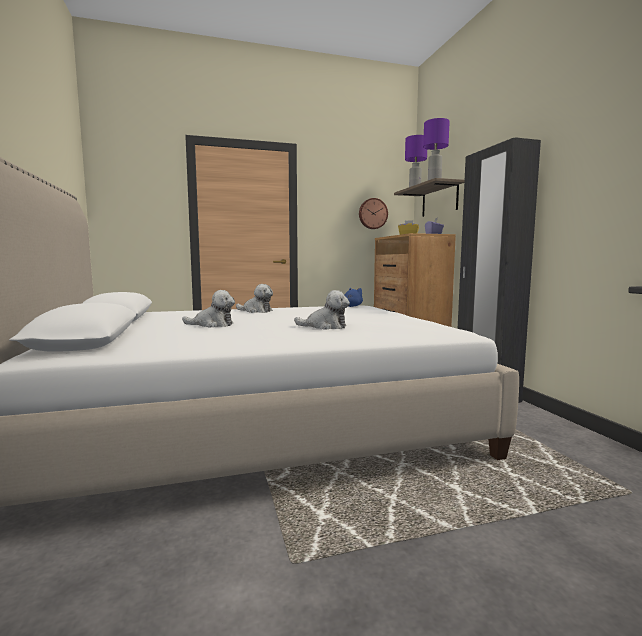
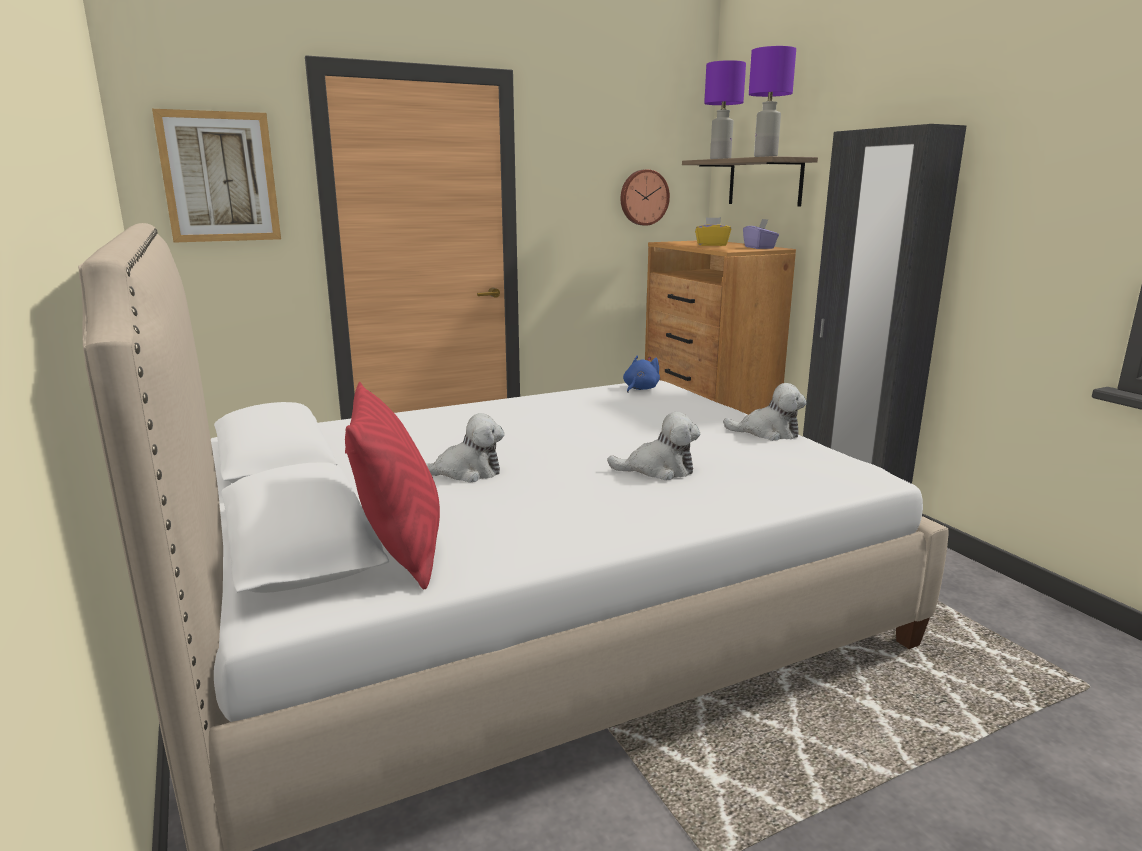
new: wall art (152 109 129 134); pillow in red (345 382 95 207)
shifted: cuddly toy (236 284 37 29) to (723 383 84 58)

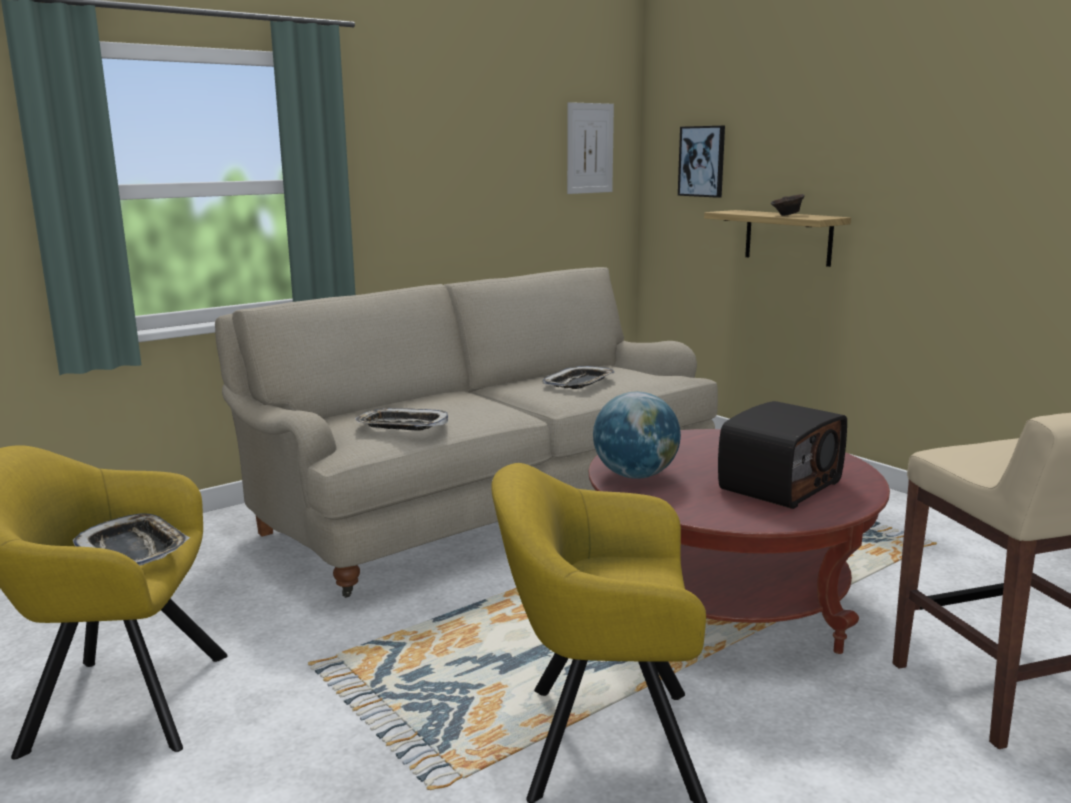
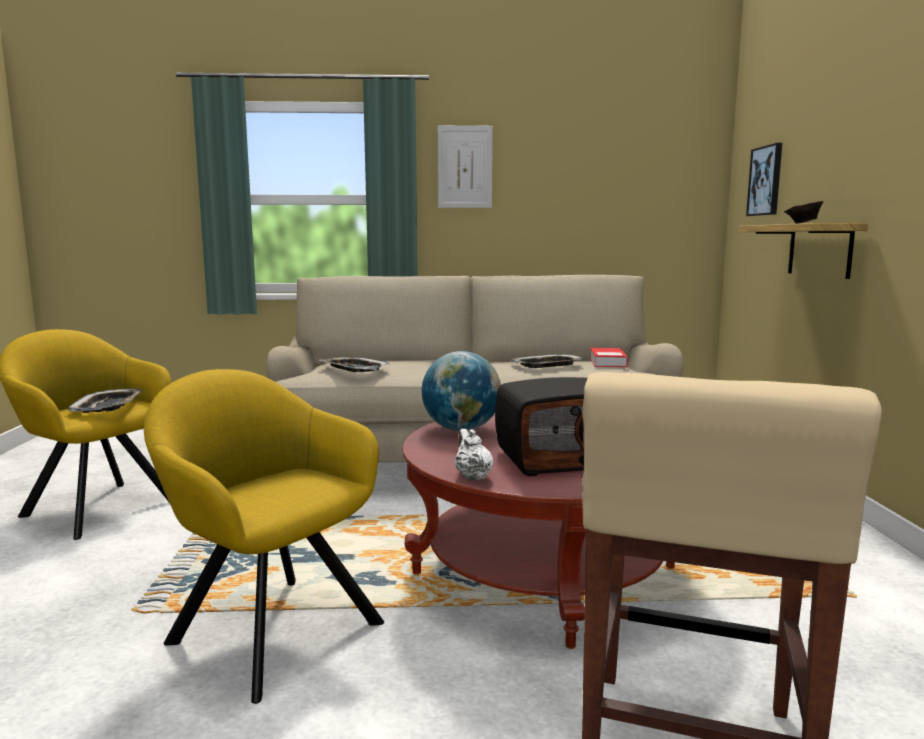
new: teapot in whitish (455 429 39 51); book (590 348 38 19)
shifted: wall art (567 102 47 92) to (438 125 55 83)

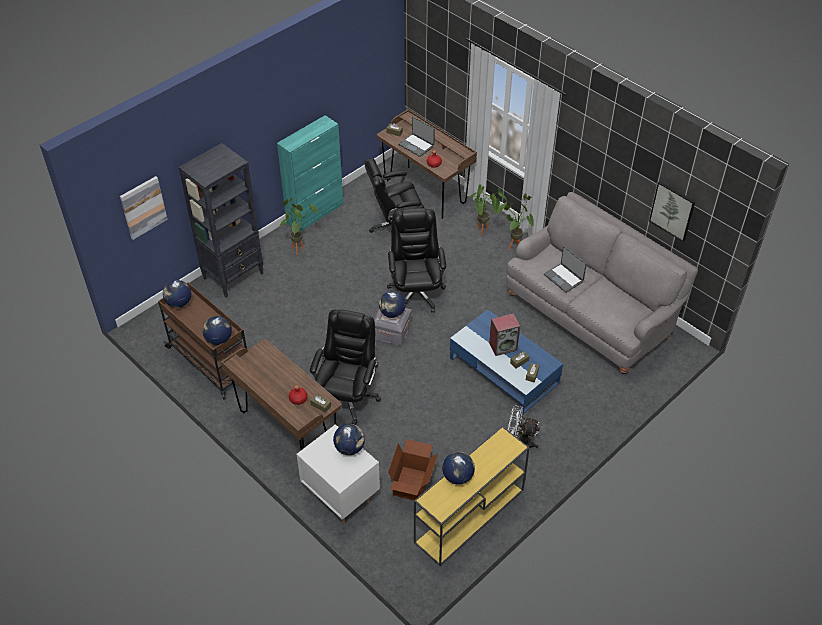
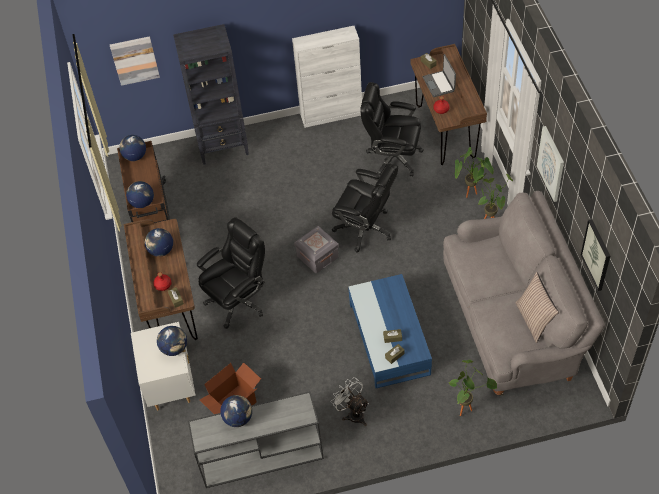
gone: loudspeaker (489 313 31 43); portable computer (544 246 43 47)
new: pillow (516 272 43 71); wall art (537 126 27 76)
shifted: potted plant (280 198 38 57) to (448 360 49 56); globe (379 291 27 27) to (145 228 28 29)
repainted: cabinet in turquoise (277 115 66 116) to cabinet in whitish (292 26 70 102); console table in yellow-coloured (414 426 116 140) to console table in grey (188 391 136 97)
rotated: computer chair in blackish (387 208 59 105) = (332 164 66 89) 90 degrees clockwise

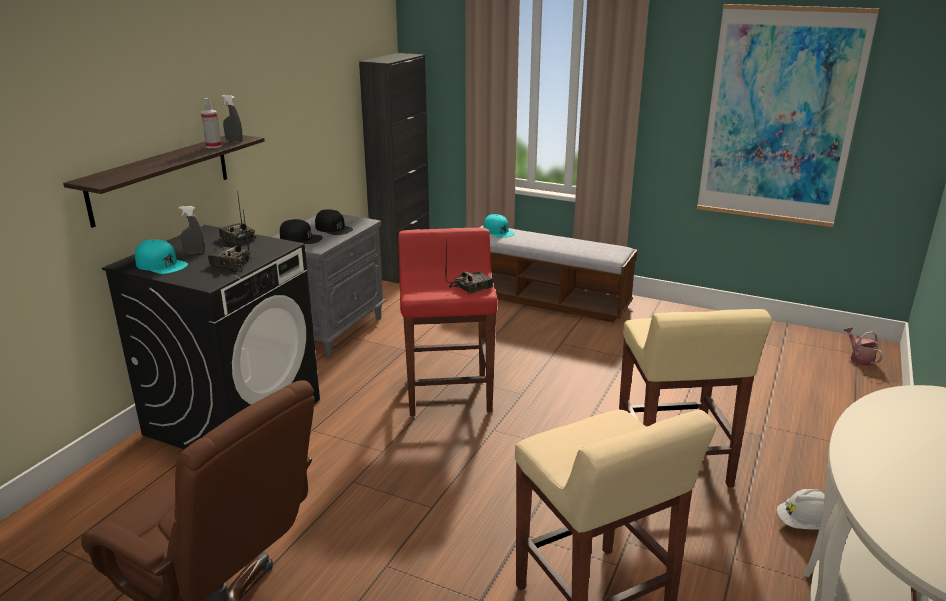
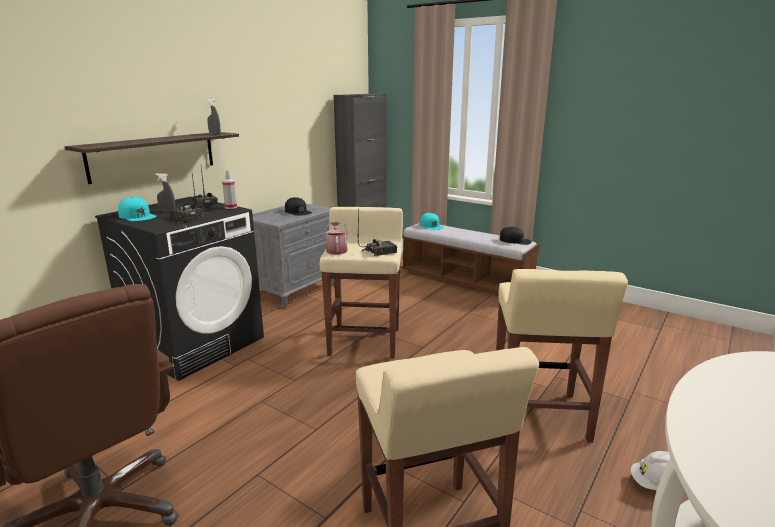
gone: wall art (697 4 182 223)
shifted: hand sprayer (201 98 21 50) to (222 170 15 39); peaked cap in blackish (280 219 42 25) to (500 227 32 18); sprinkling can (844 327 39 39) to (324 221 24 34)
repainted: sitting stool in red (398 228 99 188) to sitting stool in beige (320 207 83 151)

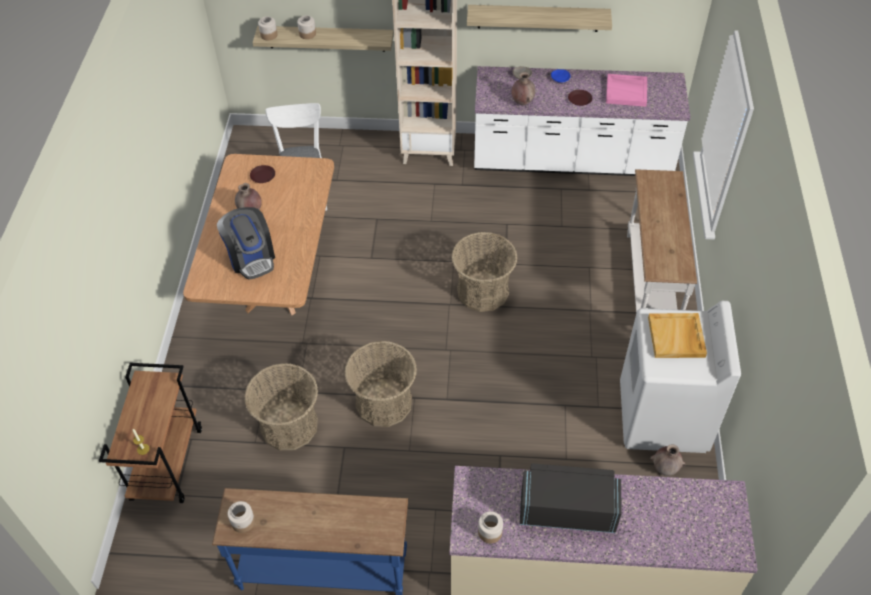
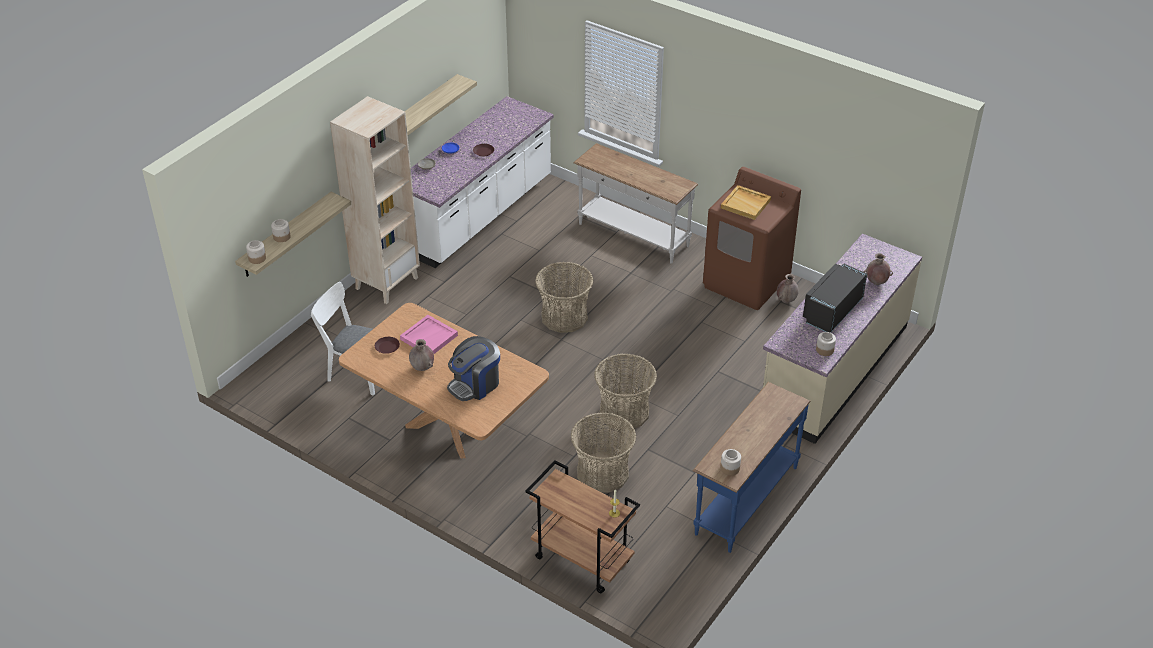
shifted: decorative vase in brownish (511 72 25 34) to (864 253 29 32); carrying tray in pink (606 74 41 33) to (400 315 58 39)
repainted: washing machine in whitish (620 301 121 152) to washing machine in brownish (703 167 98 143)
rotated: coffee machine (217 207 58 73) = (447 336 53 65) 135 degrees clockwise

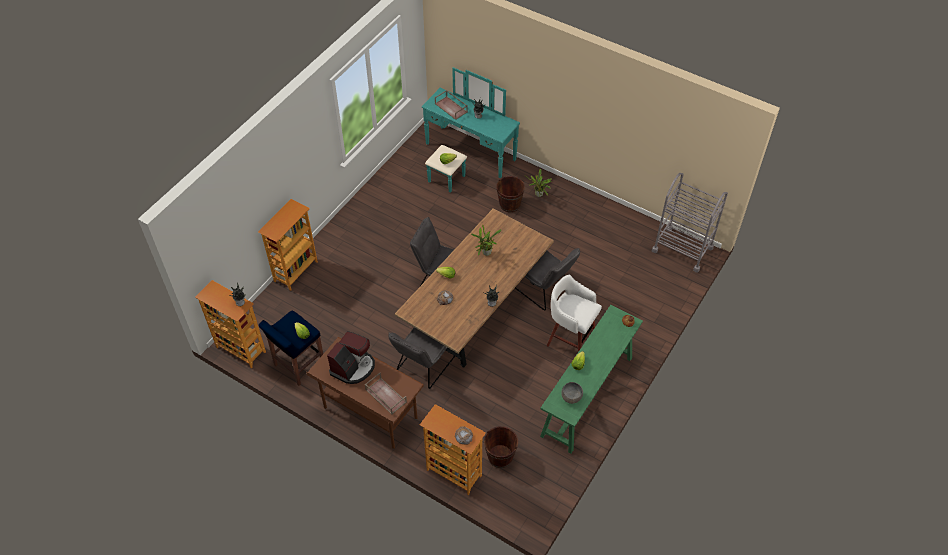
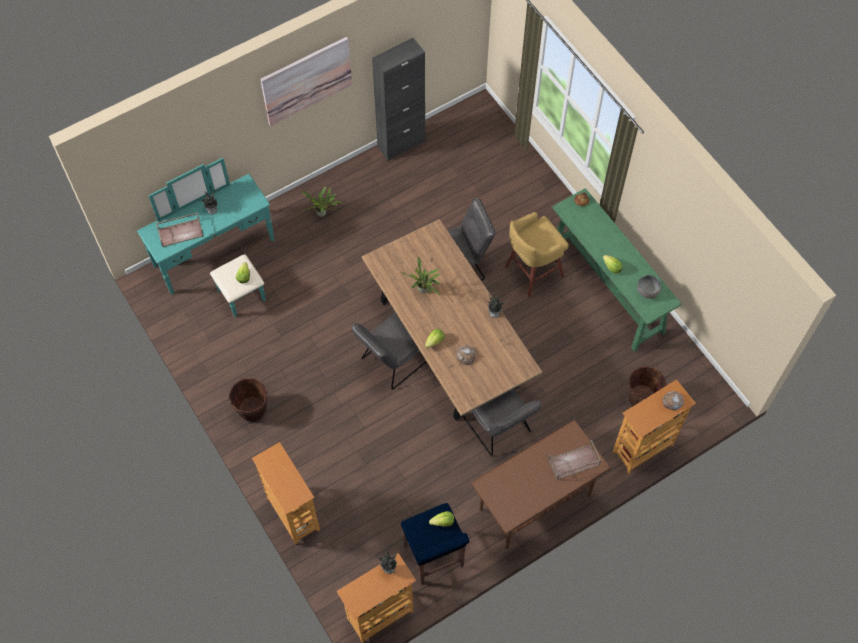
gone: coffee machine (327 331 48 53); trolley in grey (652 173 76 100)
new: wall art (260 37 92 89); cabinet in blackish (372 38 53 123)
shifted: pail in brownish (497 176 28 36) to (229 378 39 44)
repainted: sitting stool in whitish (547 275 55 77) to sitting stool in yellow-coloured (505 212 64 85)

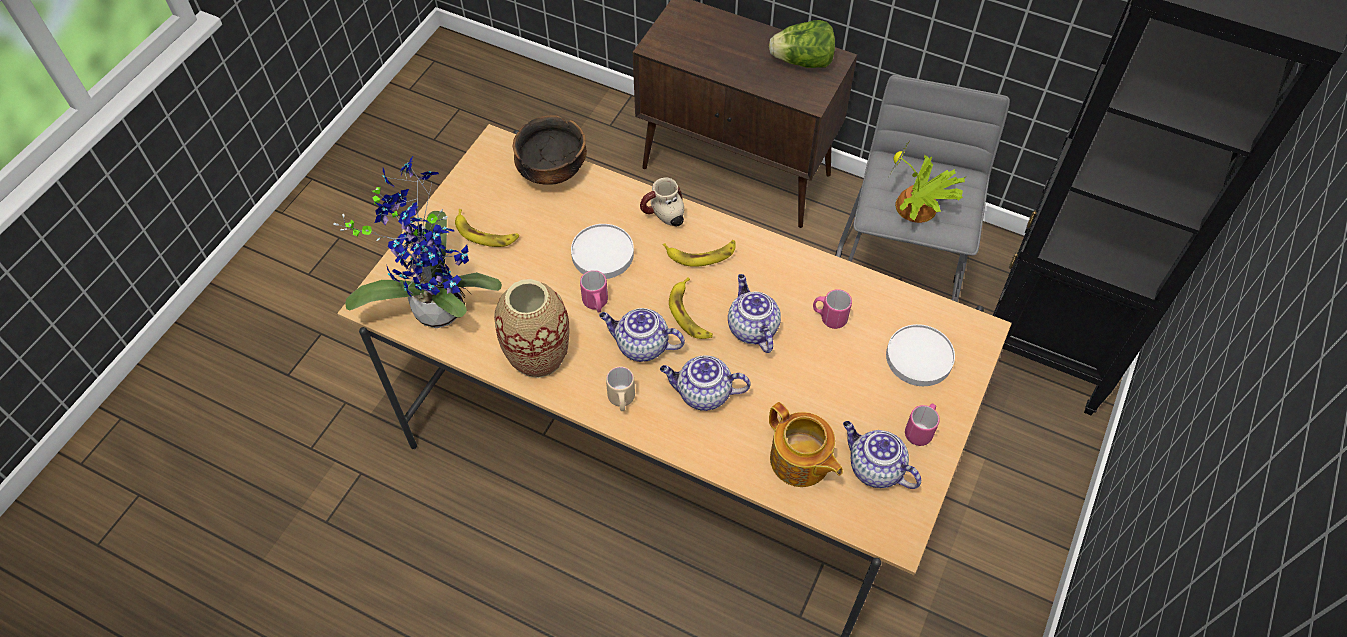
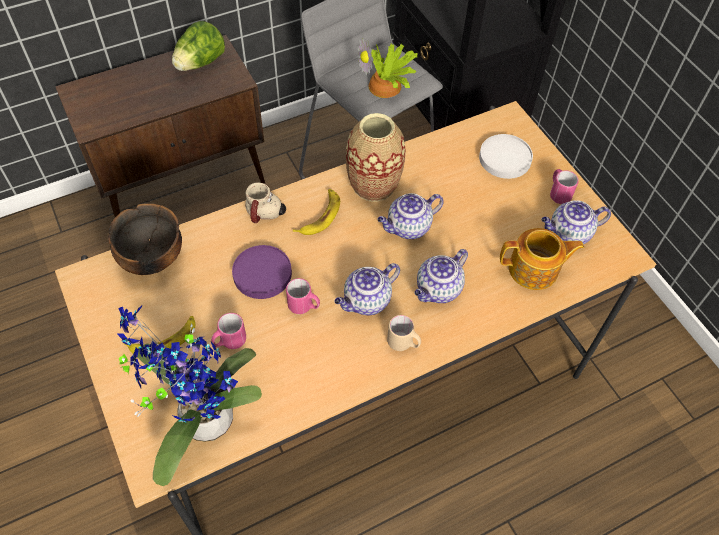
gone: banana fruit (669 277 44 62)
shifted: decorative vase (494 279 76 99) to (346 113 60 89); coffee mug in pink (813 289 39 40) to (211 313 35 36)
repainted: plate in whitish (571 224 63 55) to plate in purple-coloured (232 245 60 54)
rotated: teapot (728 274 53 79) = (377 193 67 46) 45 degrees counterclockwise

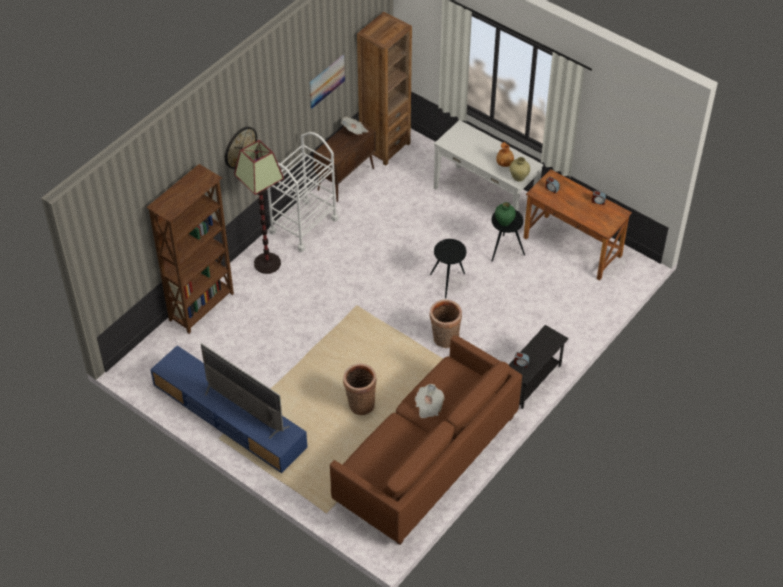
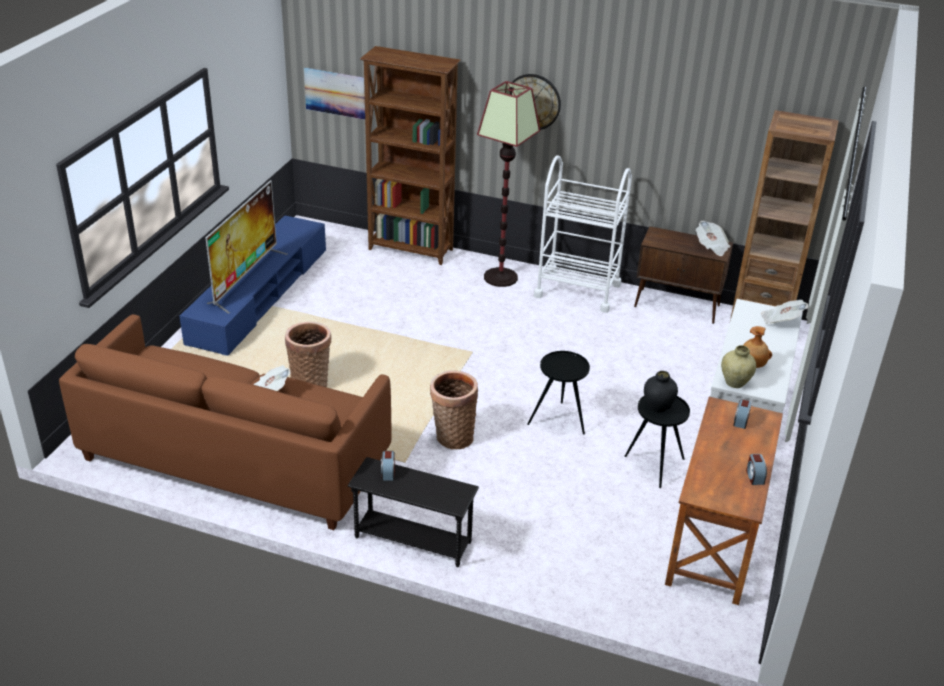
new: printed paper (761 300 47 24)
shifted: wall art (309 55 36 54) to (304 68 61 52)
repainted: decorative vase in green (495 202 21 24) to decorative vase in blackish (644 371 34 42)

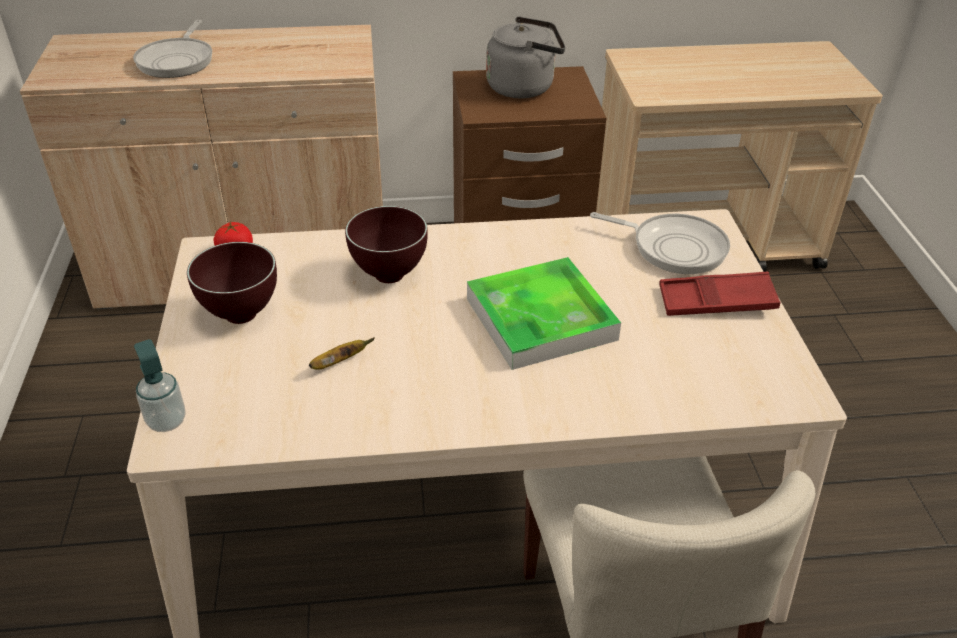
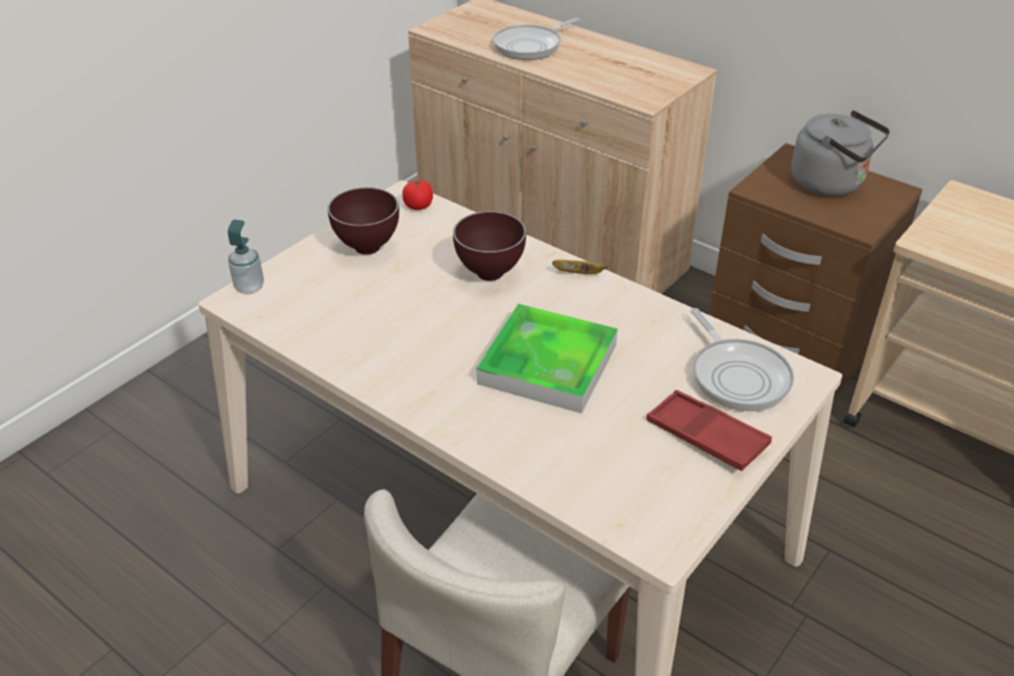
shifted: banana fruit (309 337 66 33) to (552 260 56 14)

